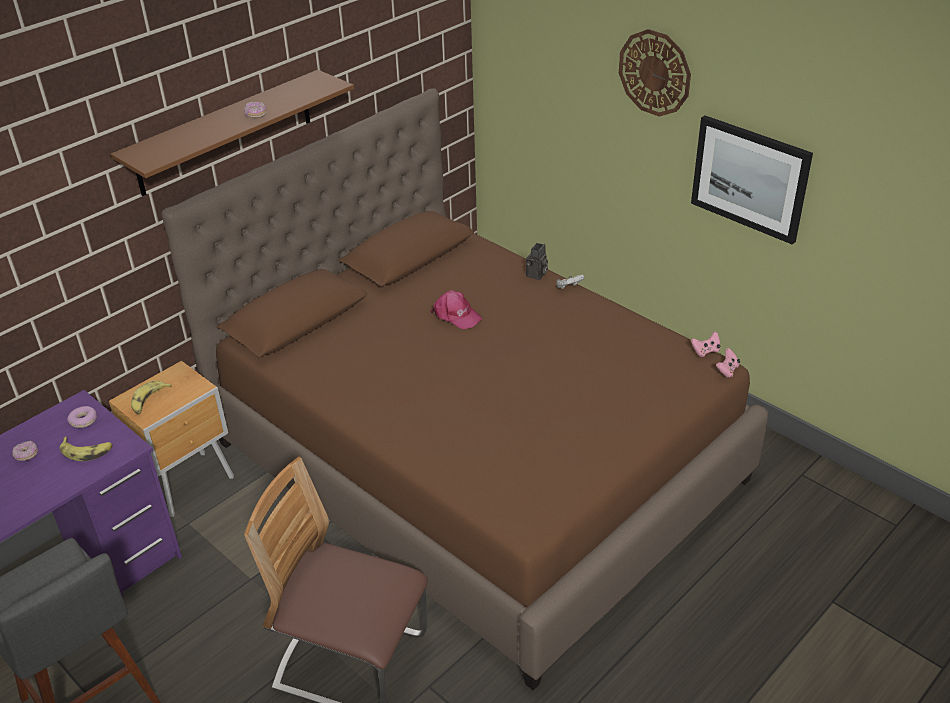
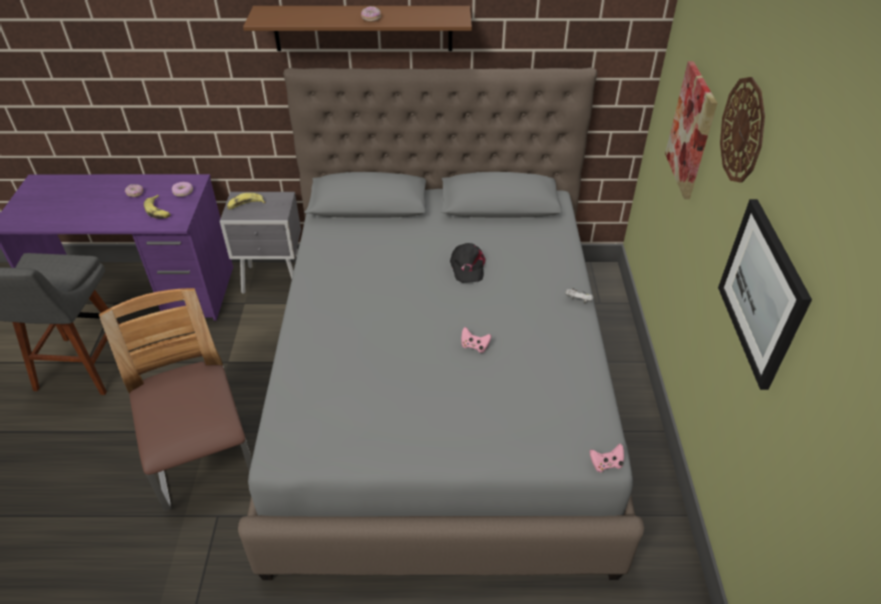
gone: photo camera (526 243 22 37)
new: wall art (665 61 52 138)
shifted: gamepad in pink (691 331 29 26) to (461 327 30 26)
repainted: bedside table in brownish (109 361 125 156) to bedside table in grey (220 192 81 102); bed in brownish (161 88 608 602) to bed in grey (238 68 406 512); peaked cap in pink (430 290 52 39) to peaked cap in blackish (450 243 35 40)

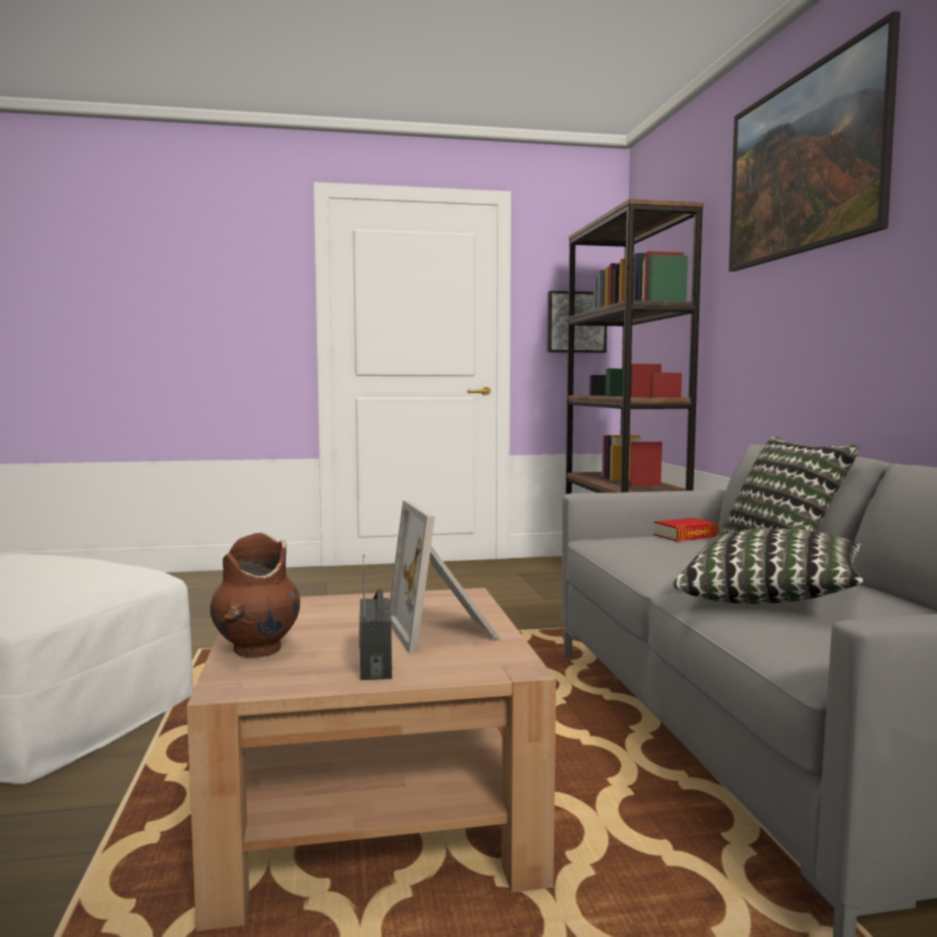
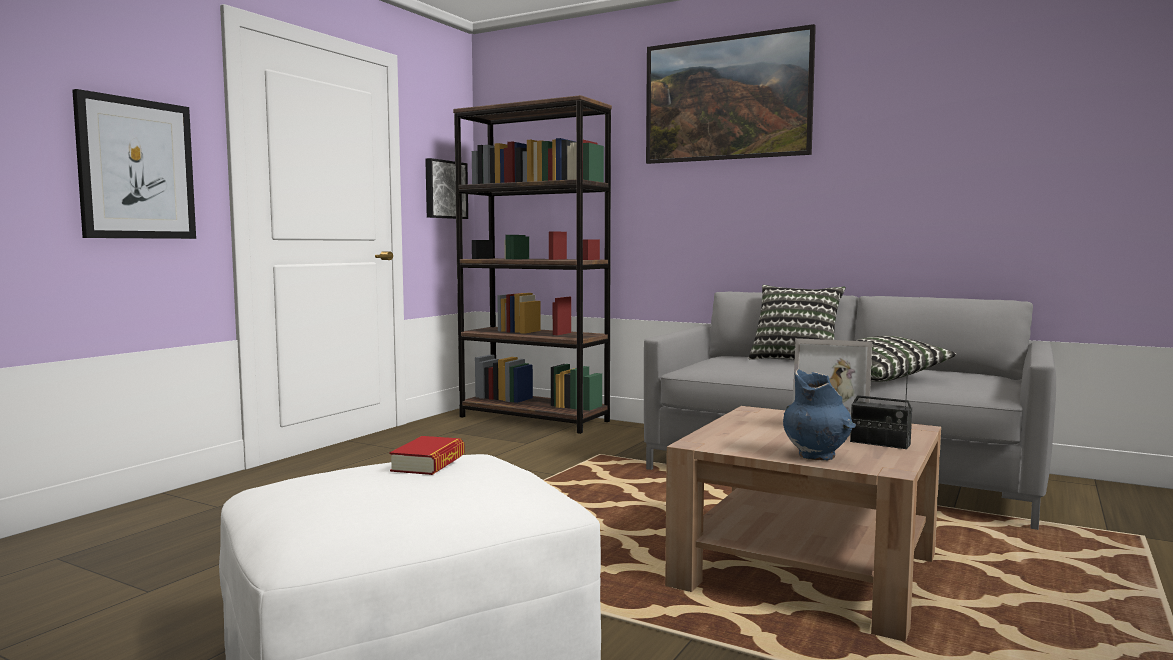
new: wall art (72 89 124 150)
shifted: book (654 518 65 23) to (389 436 76 39)
repainted: decorative vase in brownish (210 532 90 125) to decorative vase in blue (783 369 73 91)

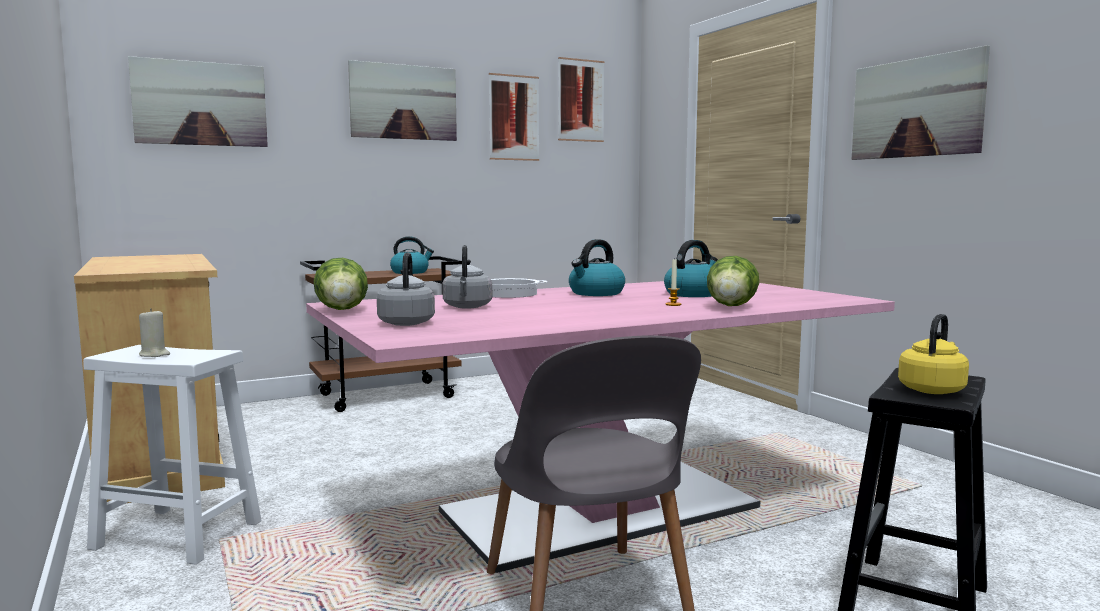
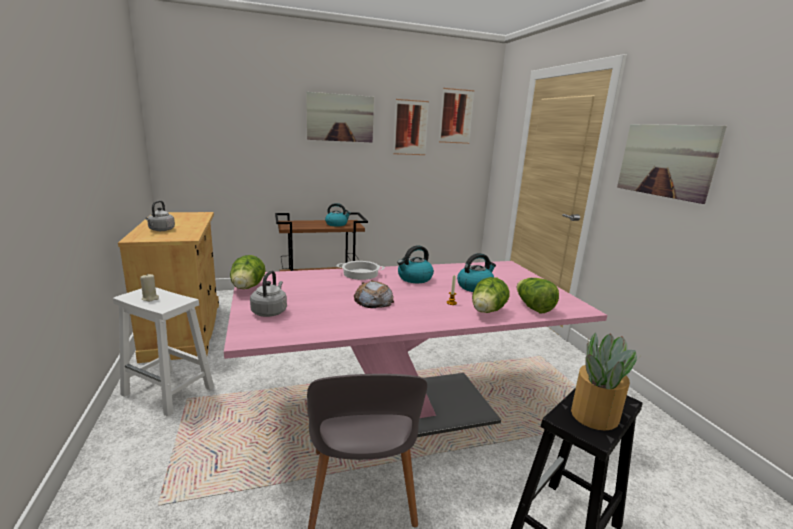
gone: wall art (128 56 140 91)
new: baked bread (354 280 40 28); lettuce head (517 278 42 35)
shifted: tea kettle in grey (442 245 50 63) to (145 200 30 31)
swapped: tea kettle in yellow-coloured (898 314 71 80) to potted plant (571 333 67 98)

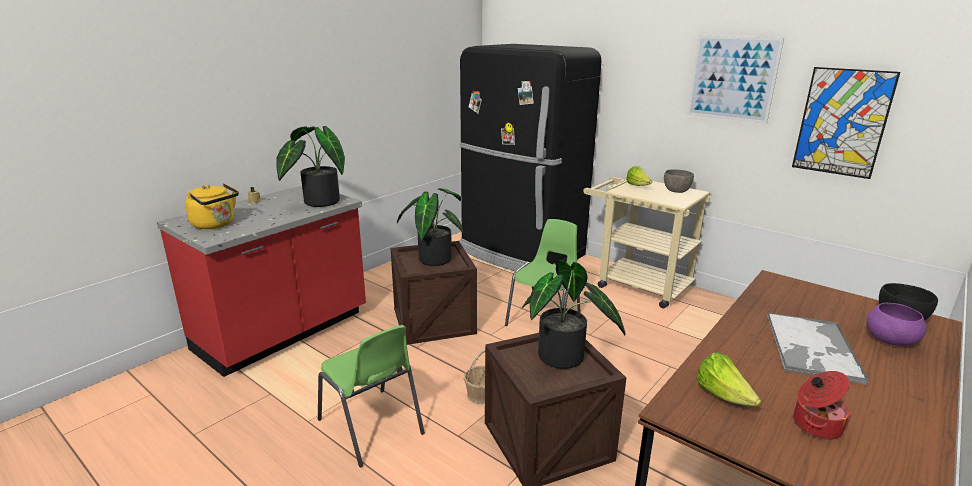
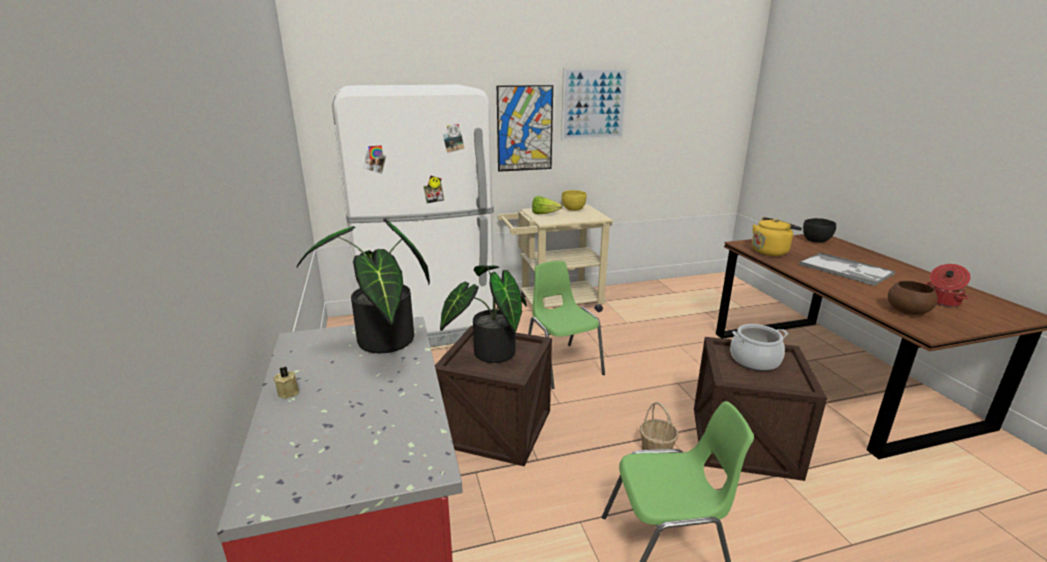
gone: serving bowl in purple-coloured (866 303 61 43)
shifted: tea kettle in yellow-coloured (185 183 54 46) to (752 217 50 39); wall art (792 67 108 112) to (497 85 56 87)
swapped: potted plant (522 260 104 109) to cooking pot (730 324 58 47); lettuce head (696 352 65 54) to serving bowl in brownish (888 281 50 34)
repainted: refrigerator in blackish (458 44 143 227) to refrigerator in whitish (332 85 162 262); serving bowl in grey (664 169 30 24) to serving bowl in yellow-coloured (562 190 25 21)

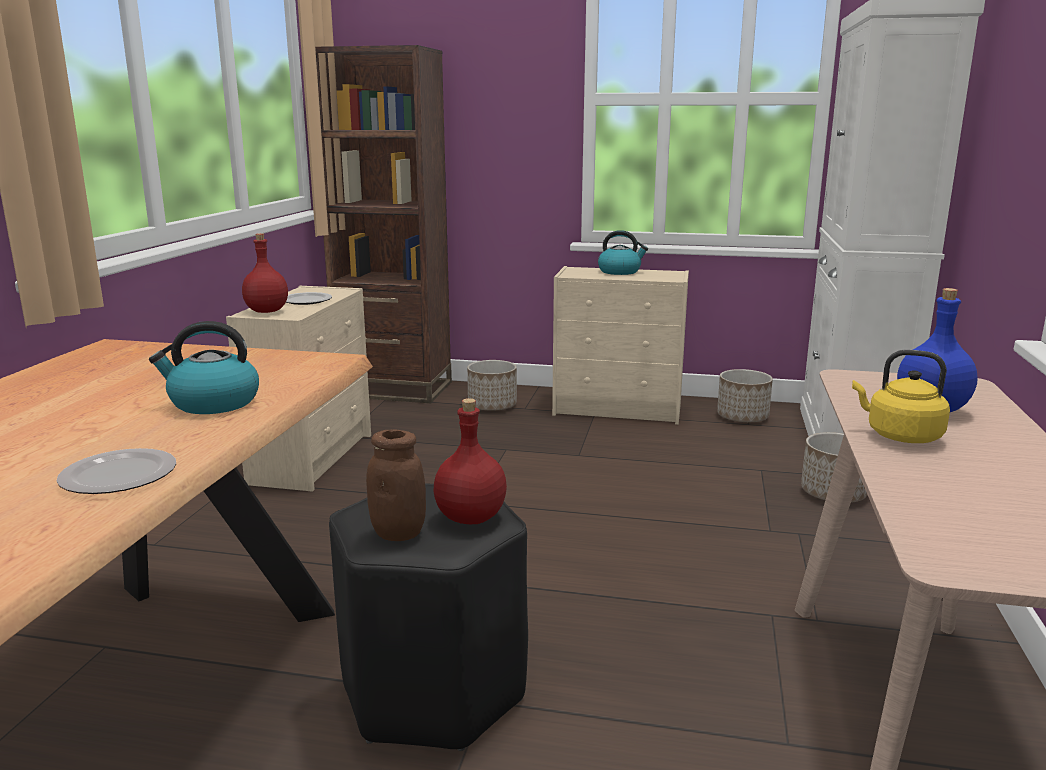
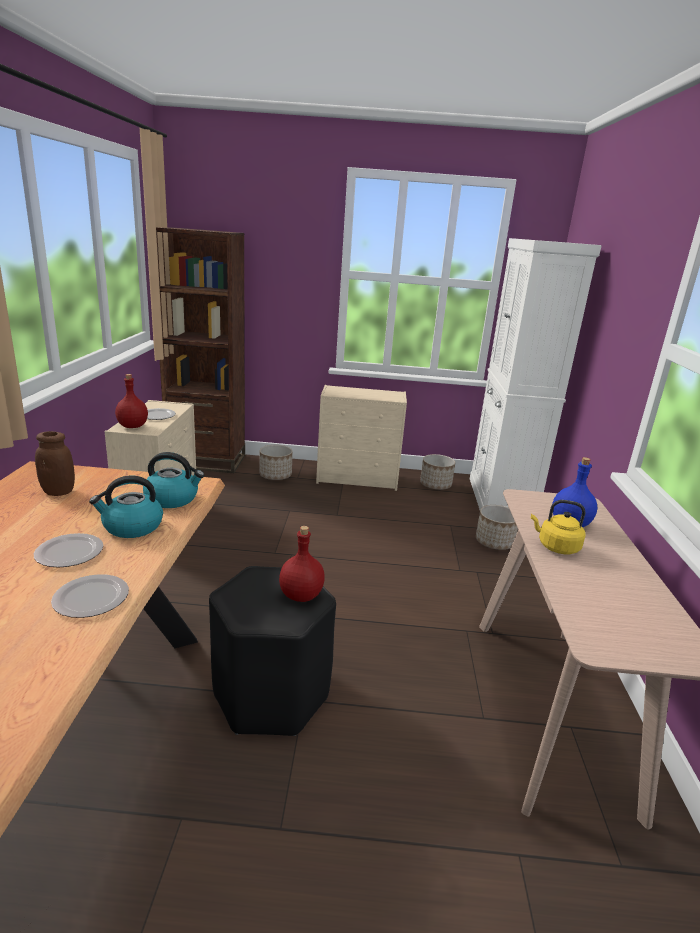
new: plate (34 533 69 34)
shifted: jar in brownish (366 429 60 112) to (35 431 40 65); tea kettle (598 230 50 45) to (143 452 61 56)

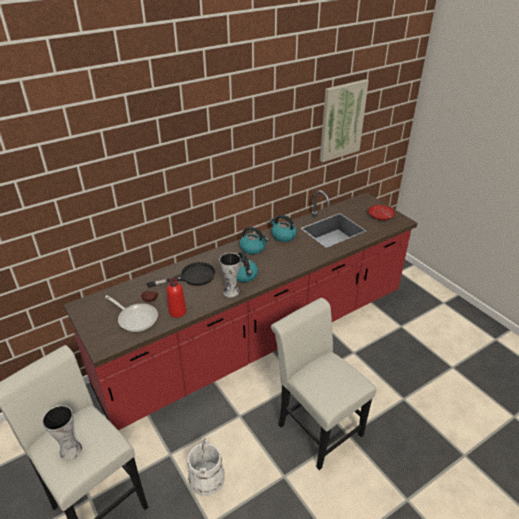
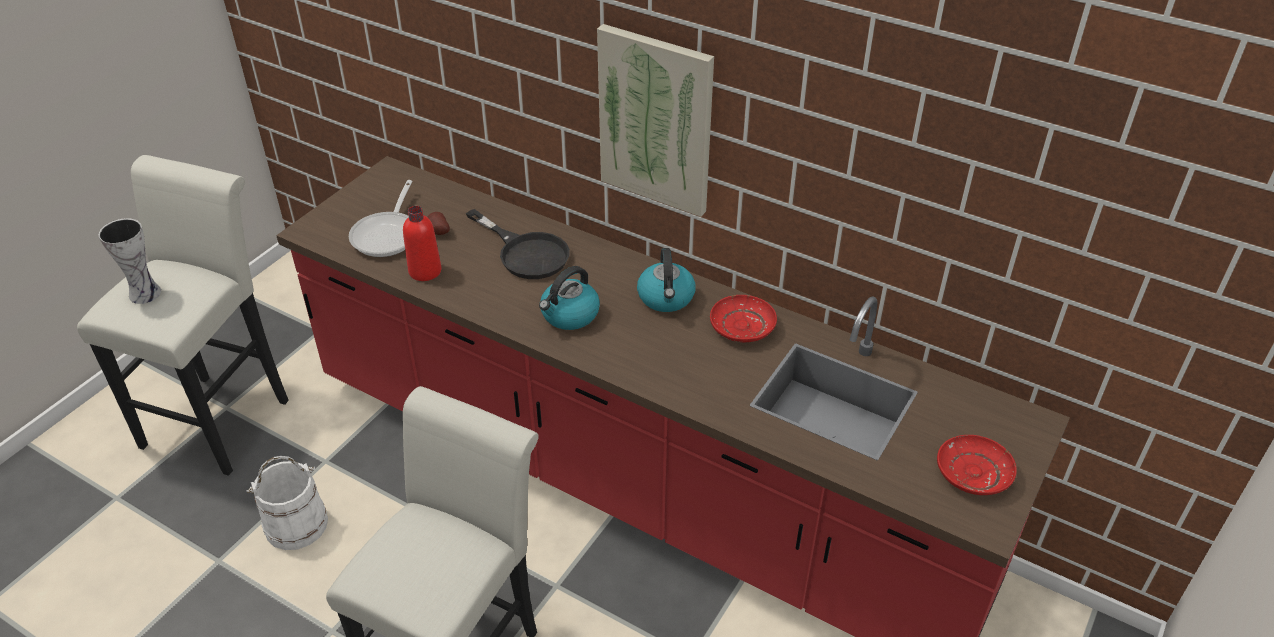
gone: decorative vase (219 253 22 45)
shifted: wall art (320 79 49 83) to (597 24 117 193)
swapped: tea kettle (270 215 27 27) to plate in red (710 295 67 47)

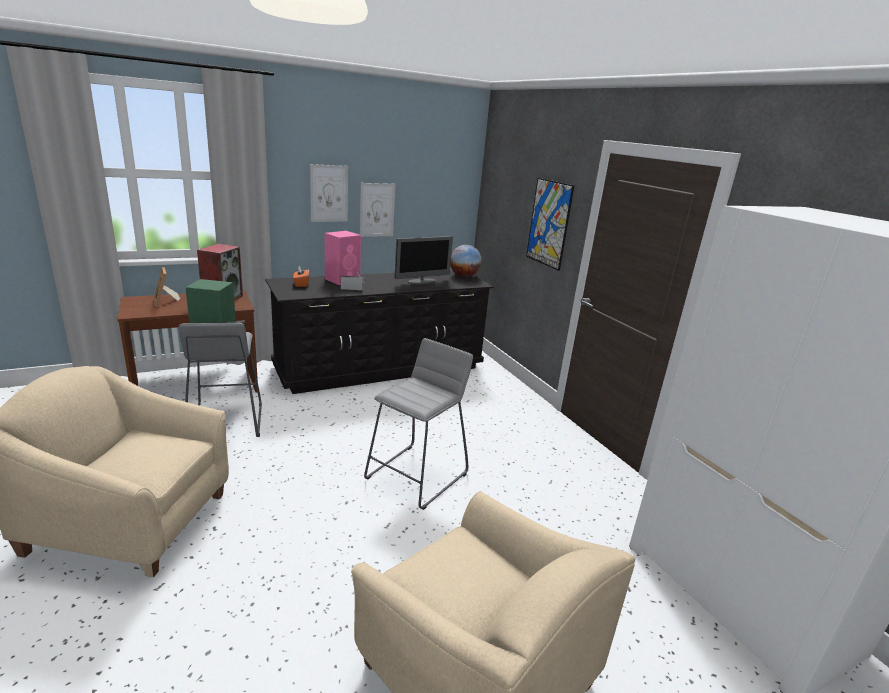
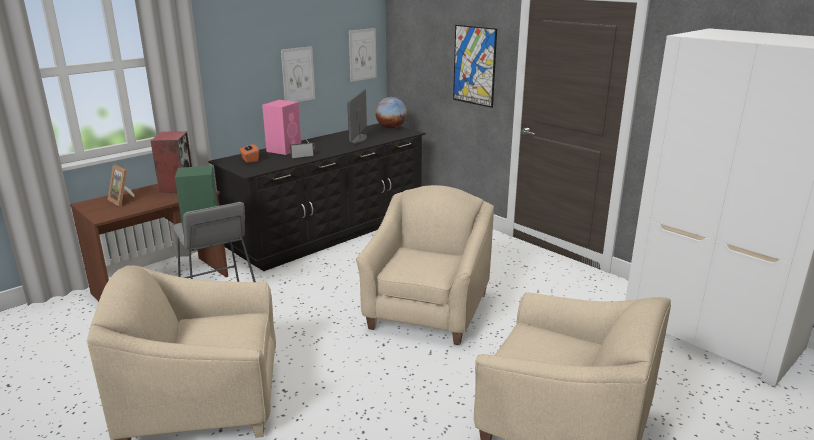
shifted: wall art (310 164 38 58) to (349 28 28 54)
swapped: sitting stool in grey (364 338 109 172) to lounge chair in beige (356 185 138 160)
rotated: computer screen (395 236 58 48) = (347 89 20 54) 150 degrees clockwise

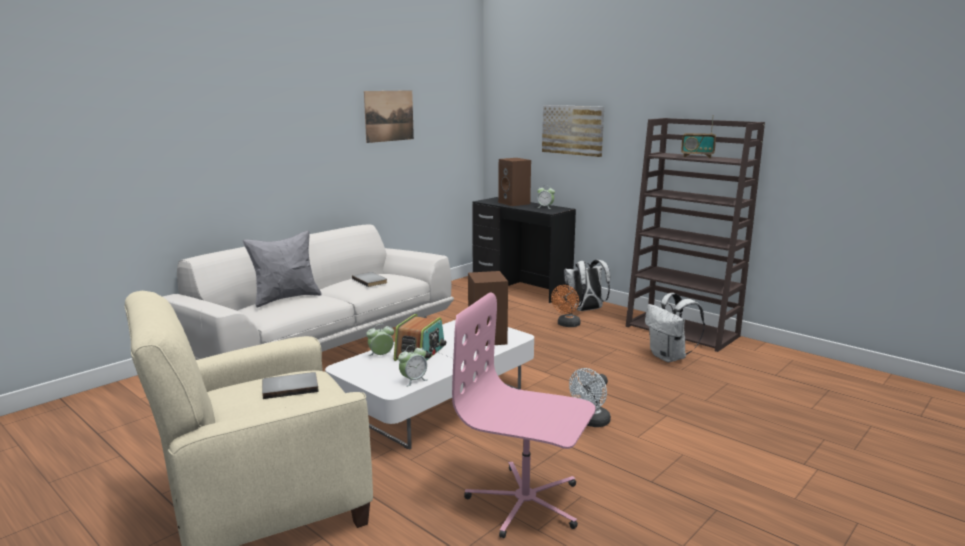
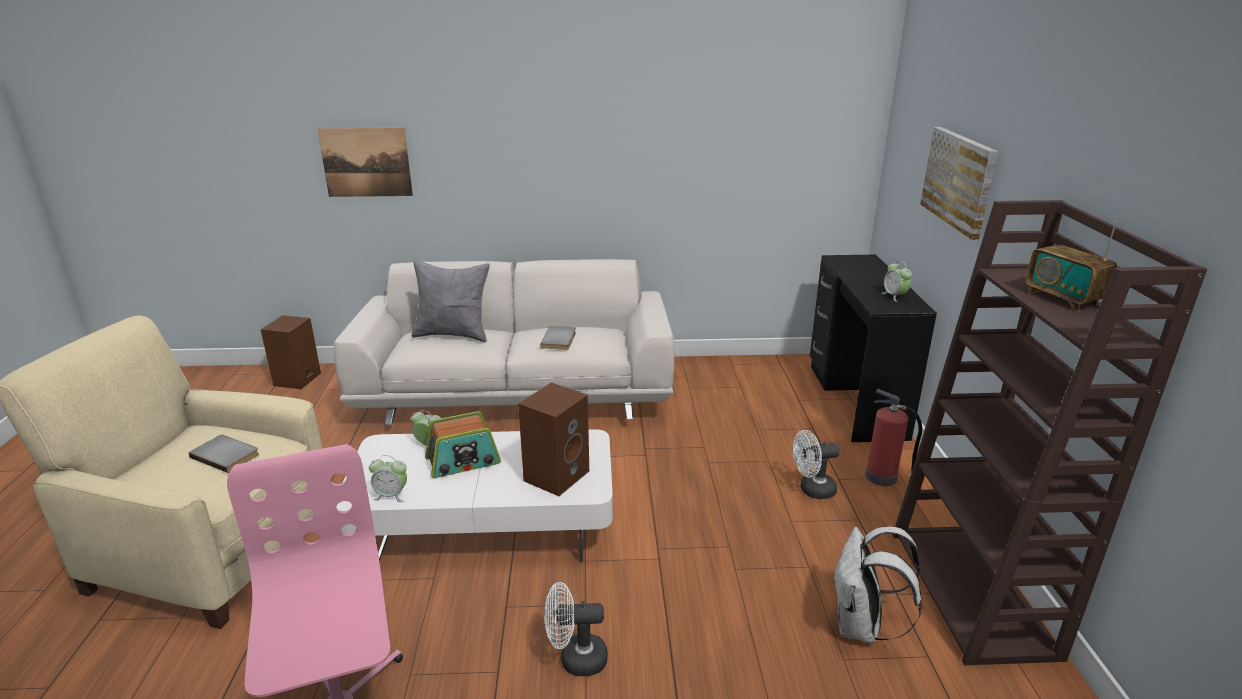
shifted: wall art (364 90 50 53) to (318 128 95 69); loudspeaker in brownish (498 158 33 48) to (260 315 61 74)
swapped: knapsack in whitish (564 260 46 51) to extinguisher (865 389 57 97)
repainted: cooling fan in orange (551 285 29 42) to cooling fan in whitish (793 430 47 69)

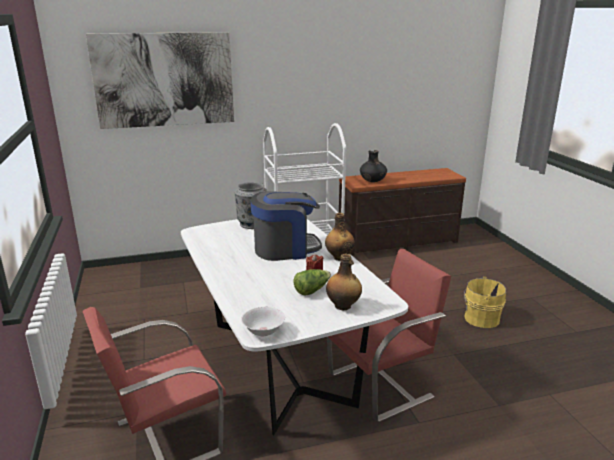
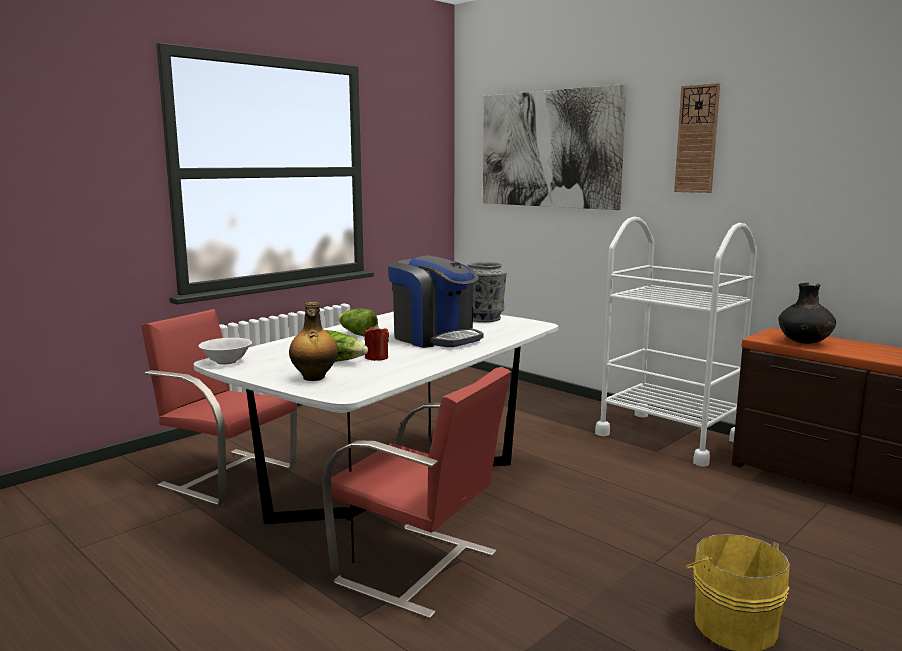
gone: beverage bottle (325 213 30 48)
new: lettuce head (338 309 40 28); wall clock (674 83 46 110)

